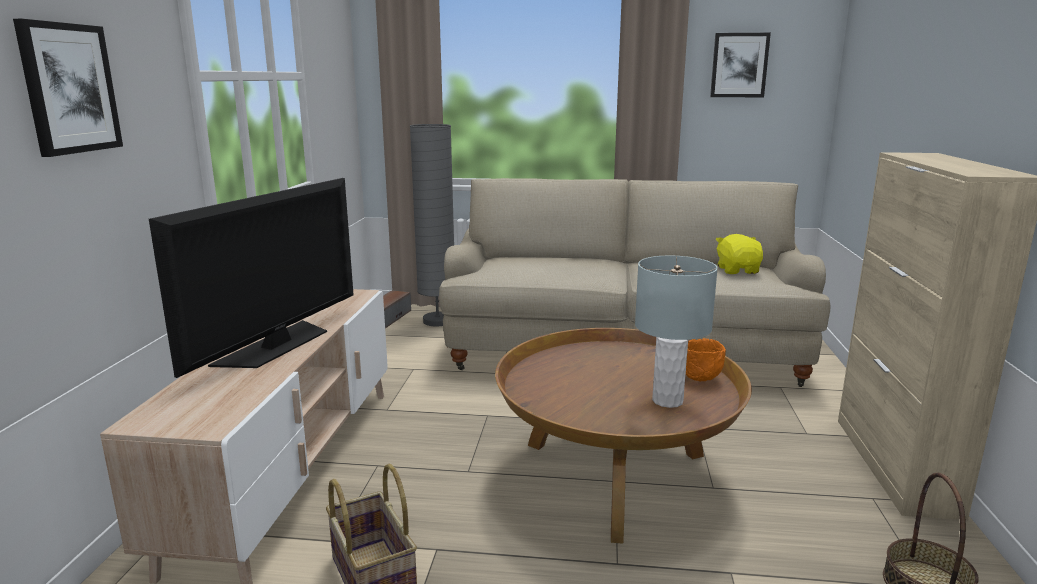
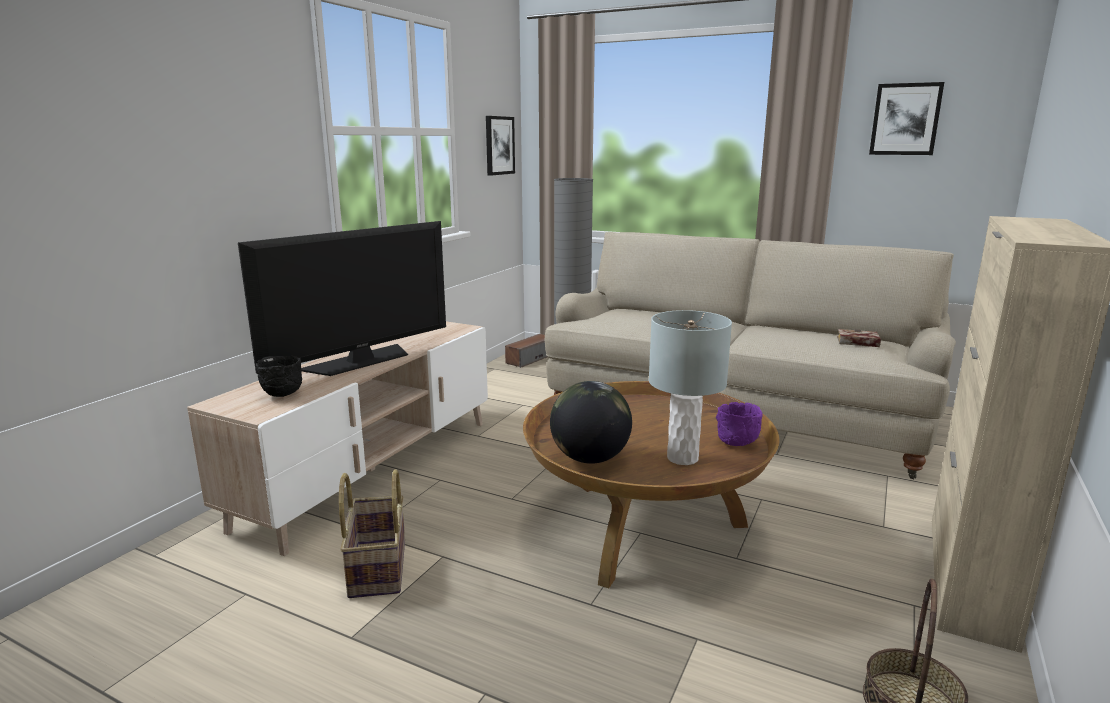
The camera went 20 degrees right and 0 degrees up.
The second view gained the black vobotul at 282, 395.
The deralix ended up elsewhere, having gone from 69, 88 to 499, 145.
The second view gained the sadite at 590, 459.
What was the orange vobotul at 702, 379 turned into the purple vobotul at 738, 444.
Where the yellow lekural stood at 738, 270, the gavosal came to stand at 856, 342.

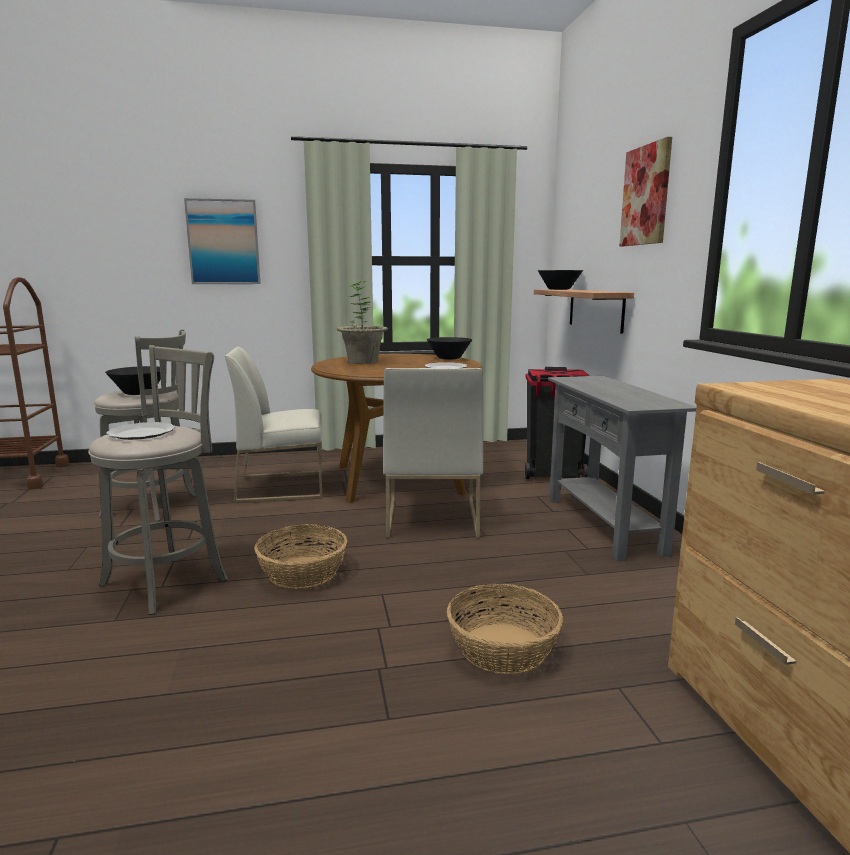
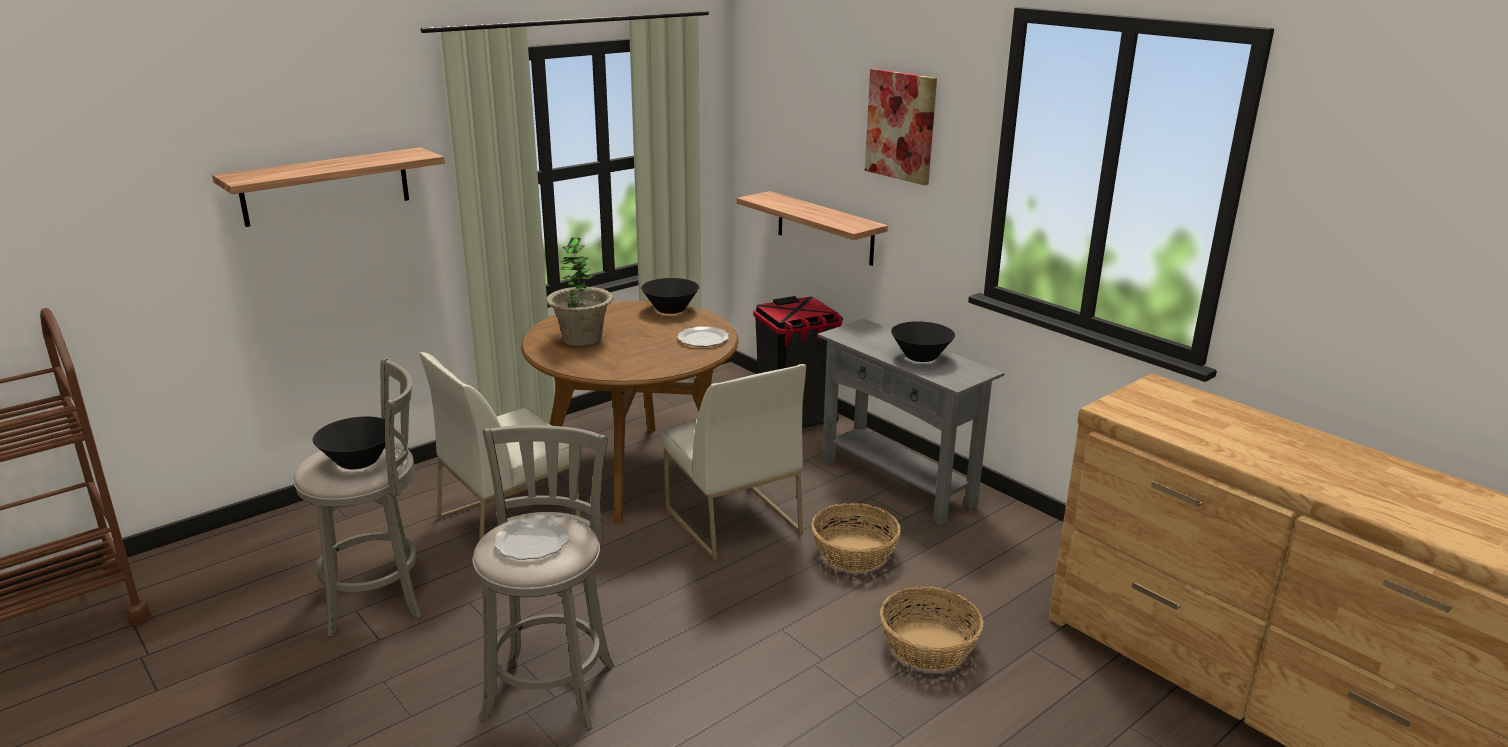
The camera went 30 degrees left and 10 degrees up.
Where the deralix hung at 223, 242, the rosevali came to hang at 326, 186.
The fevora ended up elsewhere, having gone from 302, 572 to 854, 553.
The black vobotul ended up elsewhere, having gone from 559, 289 to 920, 357.

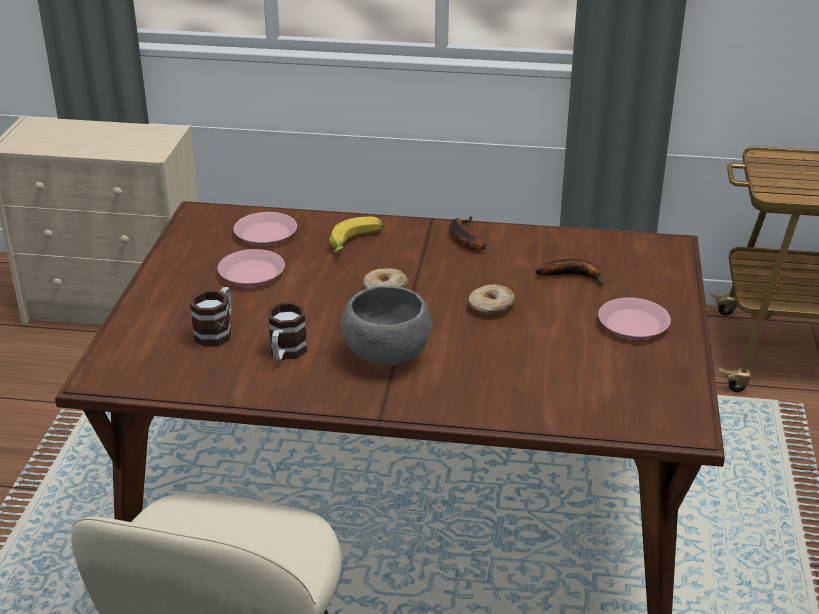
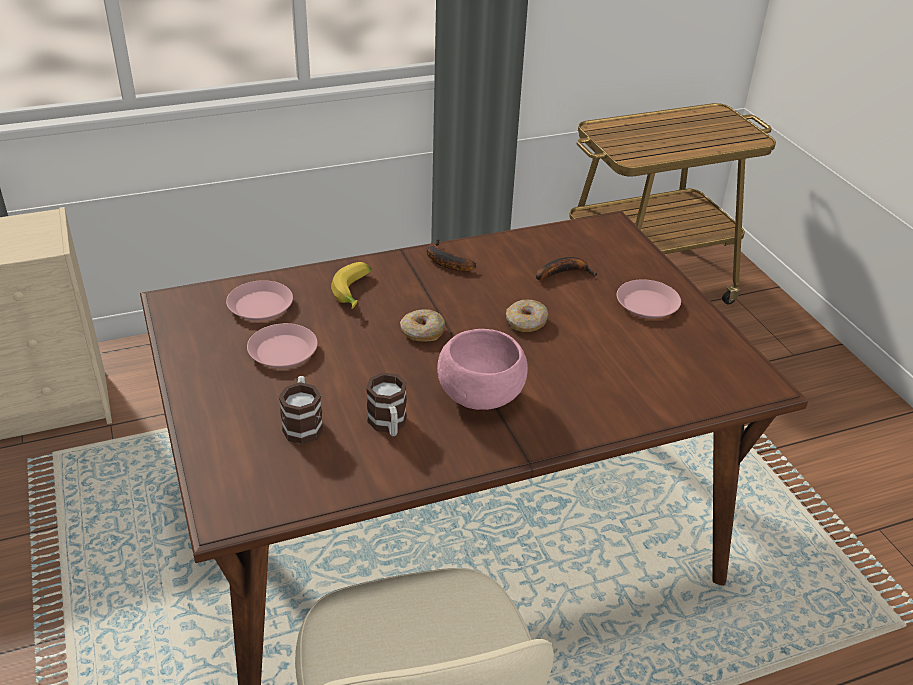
The camera went 30 degrees left and 5 degrees up.
What was the grey vobotul at 386, 355 turned into the pink vobotul at 480, 397.

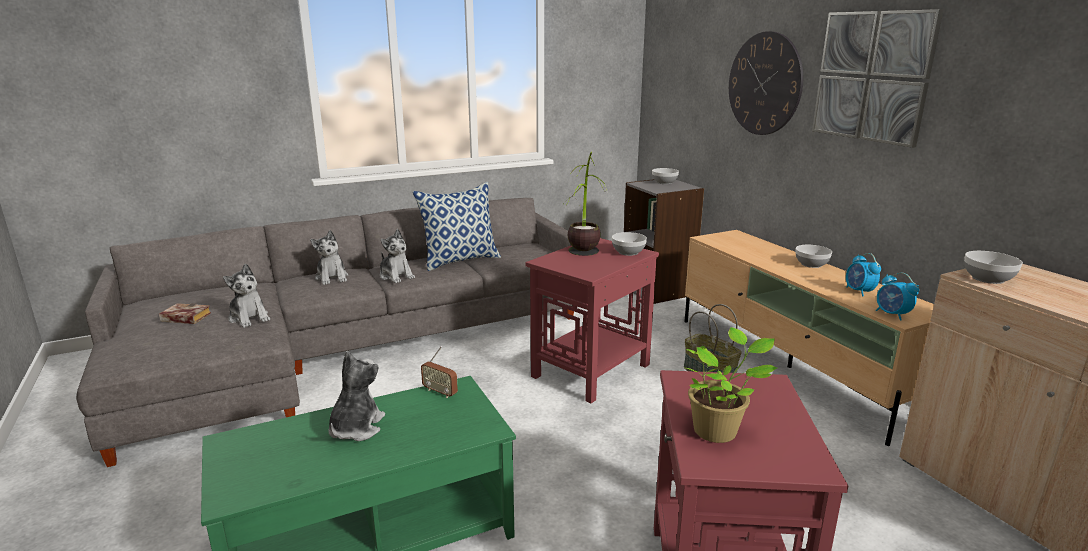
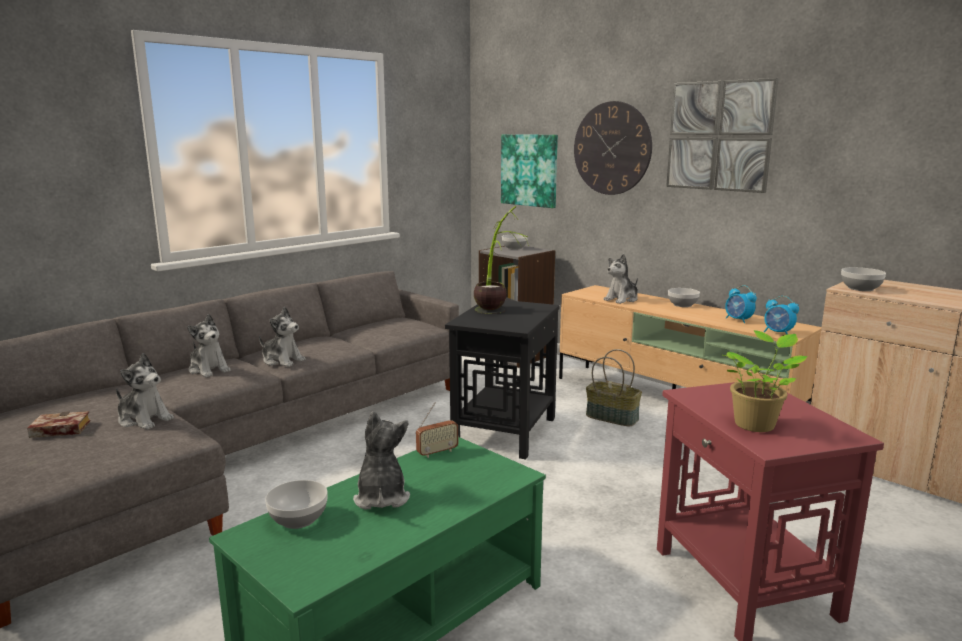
The camera went 20 degrees left and 5 degrees down.
The vobotul ended up elsewhere, having gone from 629, 252 to 299, 519.
The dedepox at 440, 392 ended up facing another way, 45 degrees counterclockwise from before.
What was the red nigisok at 590, 370 turned into the black nigisok at 504, 431.
The second view gained the deralix at 529, 170.
The second view gained the lekural at 622, 299.
The second view lost the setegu at 460, 260.

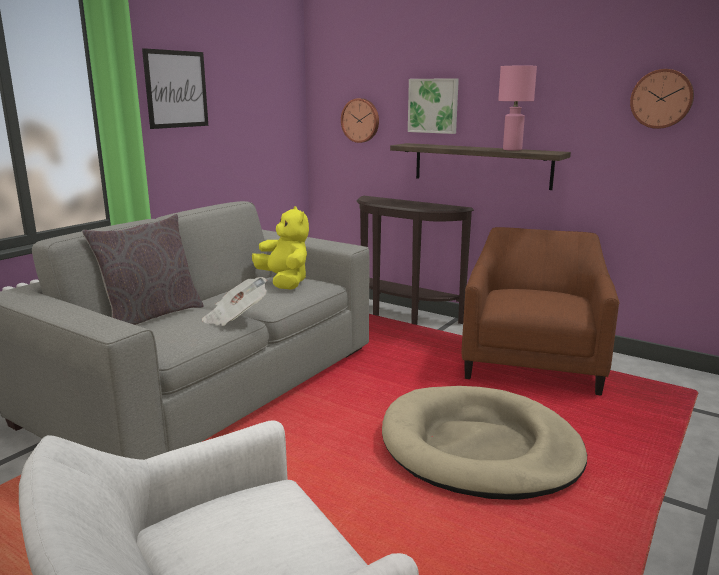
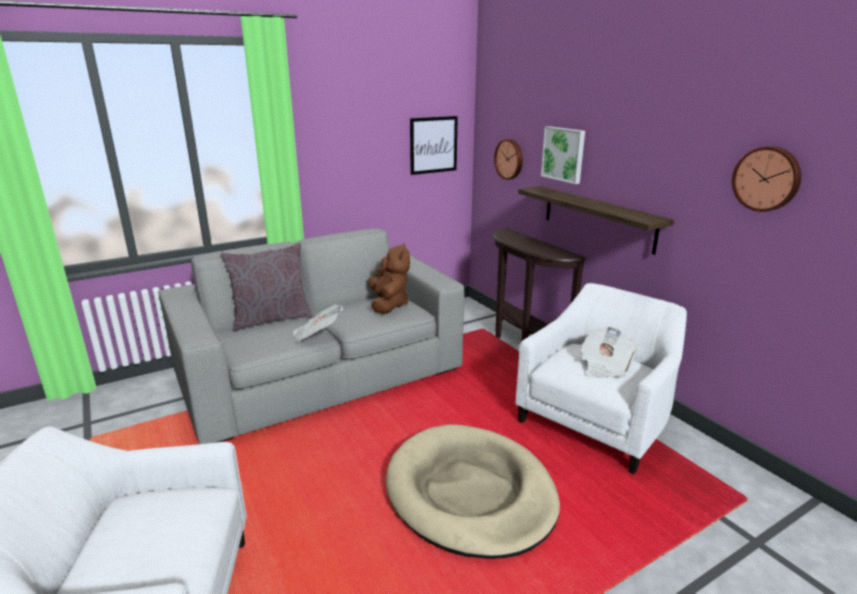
The camera went 25 degrees right and 5 degrees up.
What was the yellow lekural at 284, 282 turned into the brown lekural at 388, 305.
The deralix ended up elsewhere, having gone from 176, 89 to 433, 145.
What was the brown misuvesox at 532, 364 turned into the white misuvesox at 596, 421.
The second view gained the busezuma at 604, 366.
The second view lost the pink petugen at 512, 149.

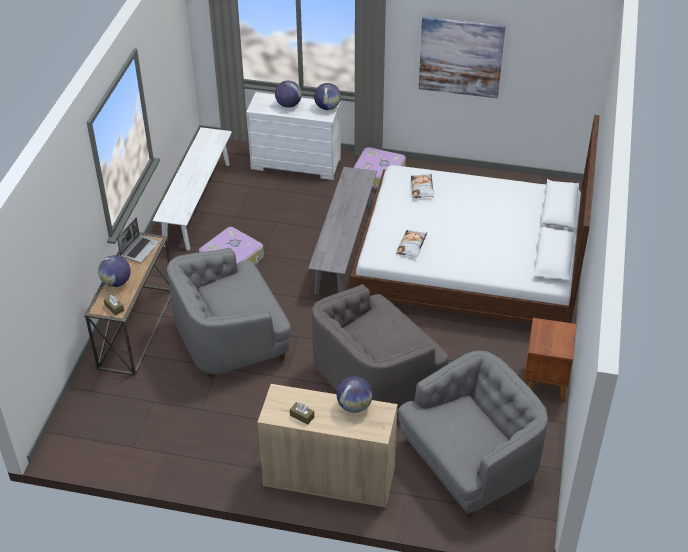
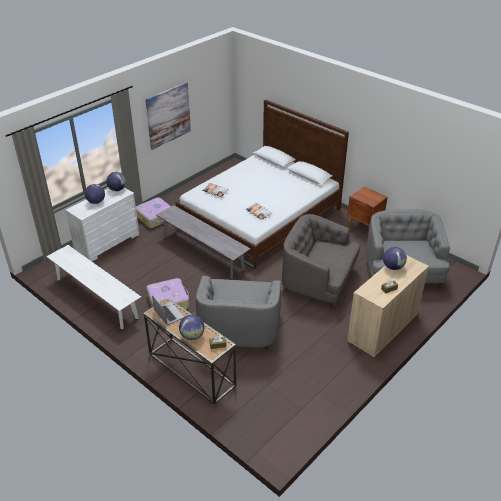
The camera went 60 degrees left and 5 degrees down.
The grey misuvesox at 376, 377 ended up facing another way, 120 degrees clockwise from before.

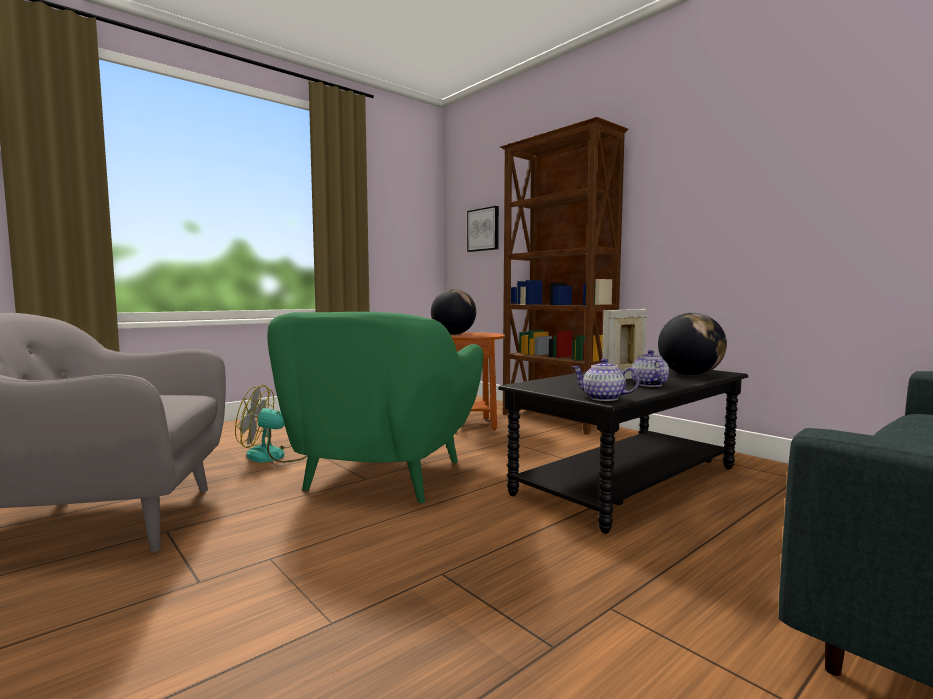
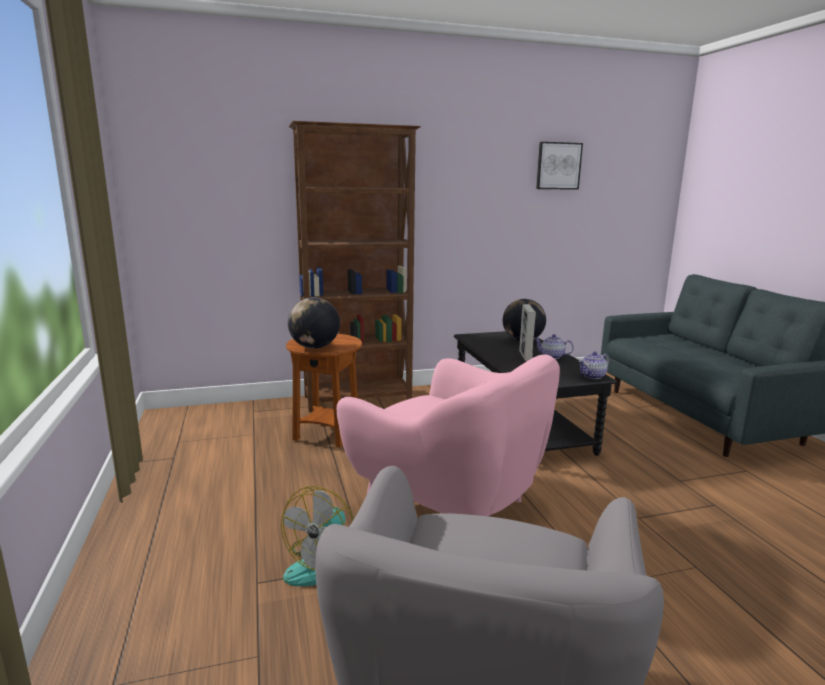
The camera went 65 degrees left and 10 degrees up.
What was the green misuvesox at 383, 476 turned into the pink misuvesox at 448, 507.
The deralix ended up elsewhere, having gone from 483, 229 to 558, 166.

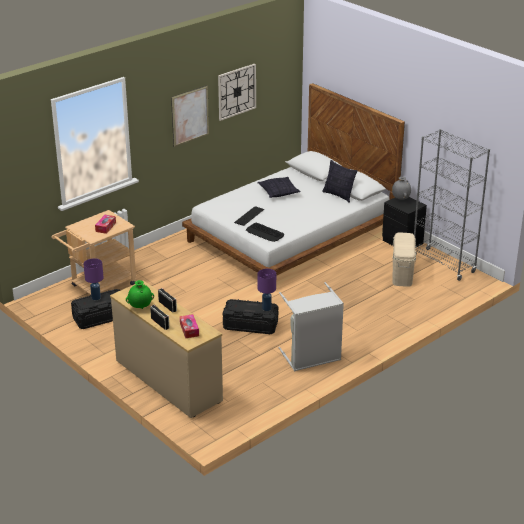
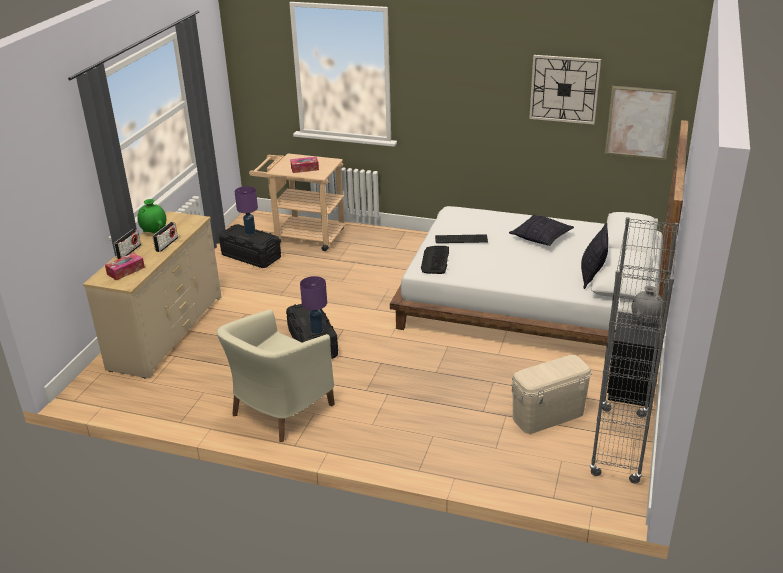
The camera went 60 degrees right and 0 degrees up.
Where the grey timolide stood at 312, 358, the beige misuvesox came to stand at 279, 410.
The deralix ended up elsewhere, having gone from 190, 116 to 639, 122.

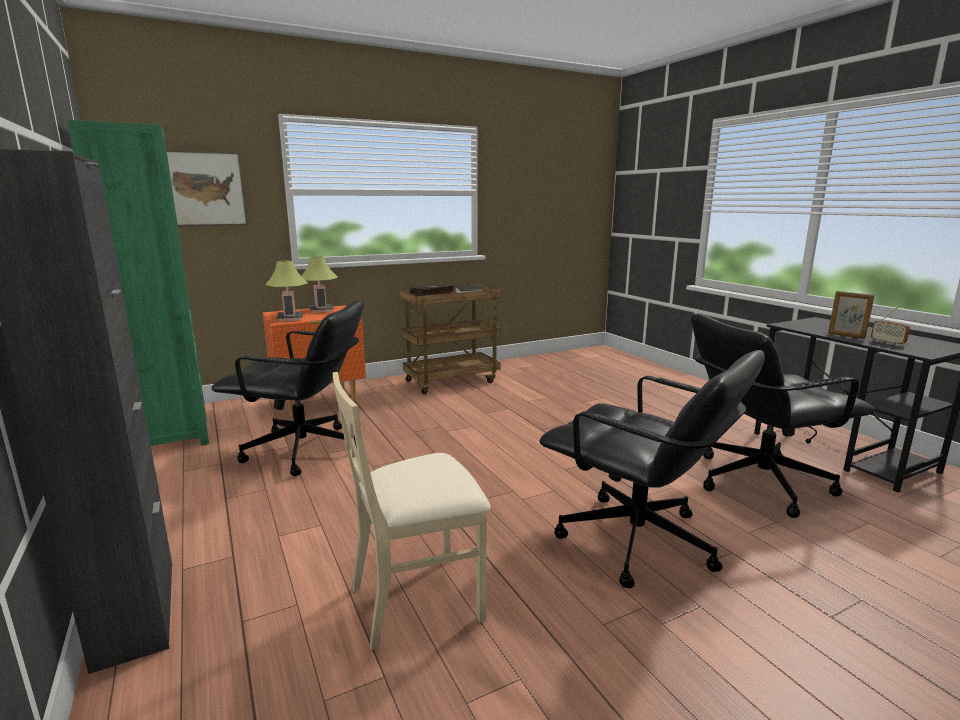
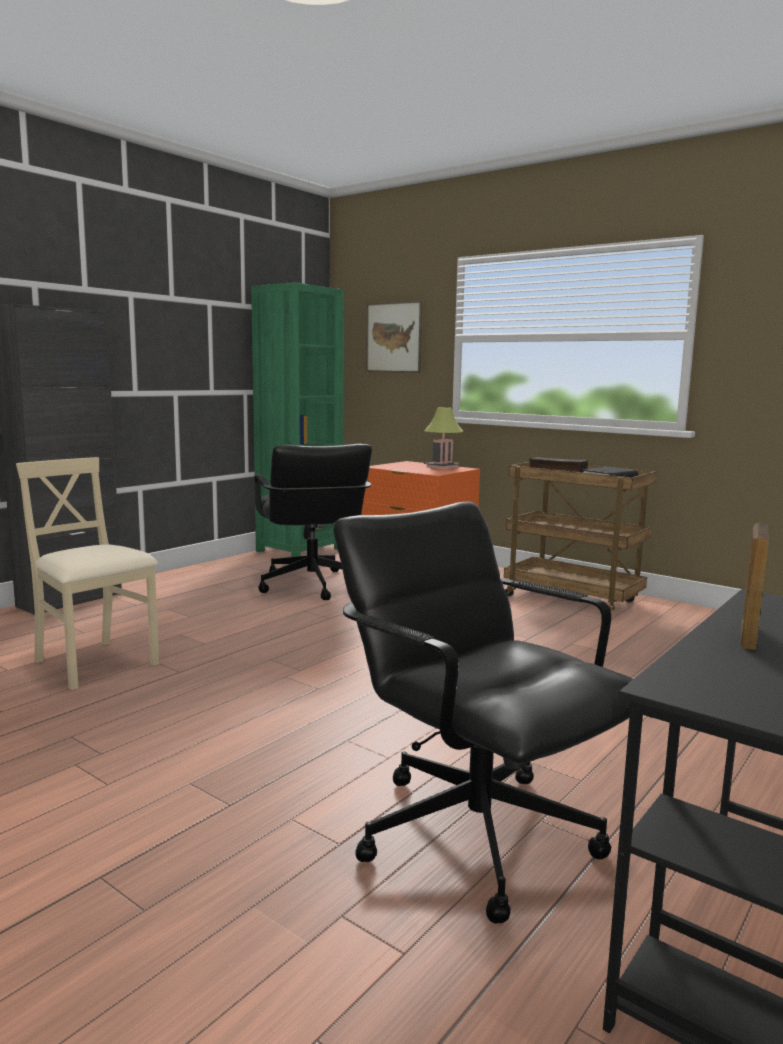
The camera went 65 degrees right and 5 degrees down.
The second view lost the petugen at 290, 318.
The second view lost the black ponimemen at 637, 542.
The second view lost the dedepox at 887, 343.

